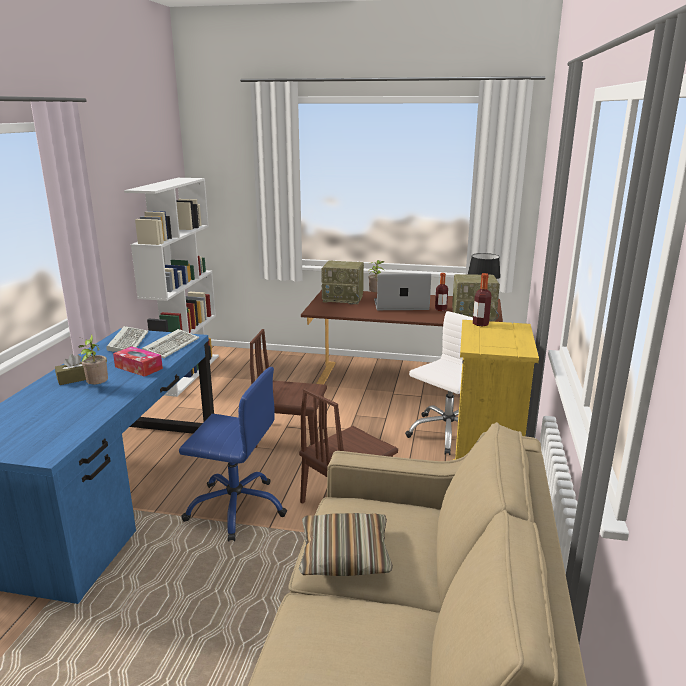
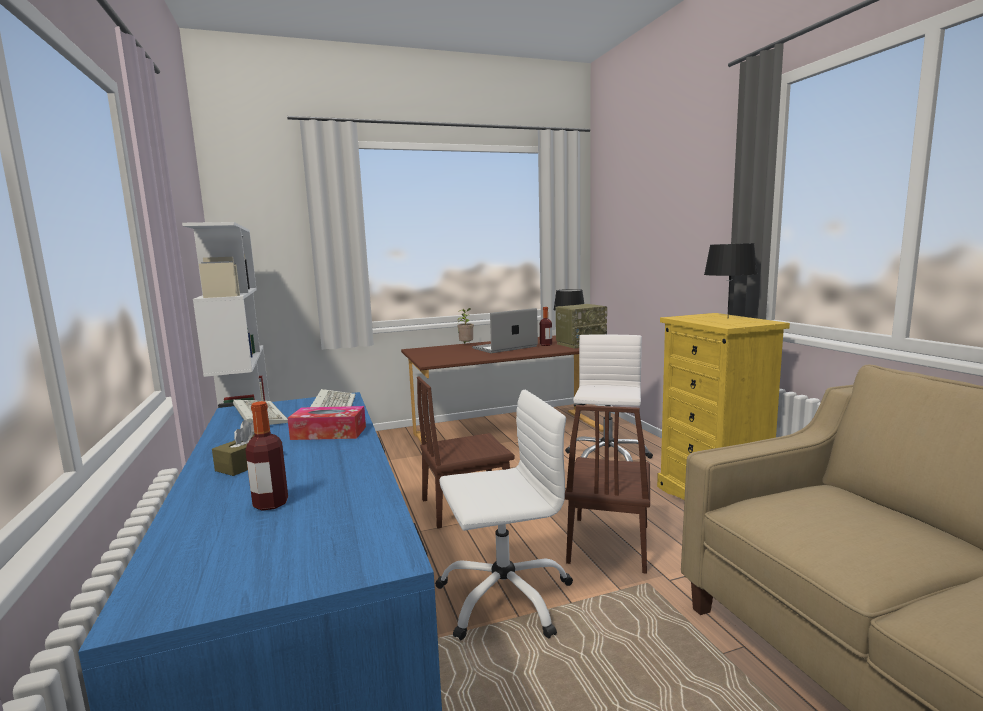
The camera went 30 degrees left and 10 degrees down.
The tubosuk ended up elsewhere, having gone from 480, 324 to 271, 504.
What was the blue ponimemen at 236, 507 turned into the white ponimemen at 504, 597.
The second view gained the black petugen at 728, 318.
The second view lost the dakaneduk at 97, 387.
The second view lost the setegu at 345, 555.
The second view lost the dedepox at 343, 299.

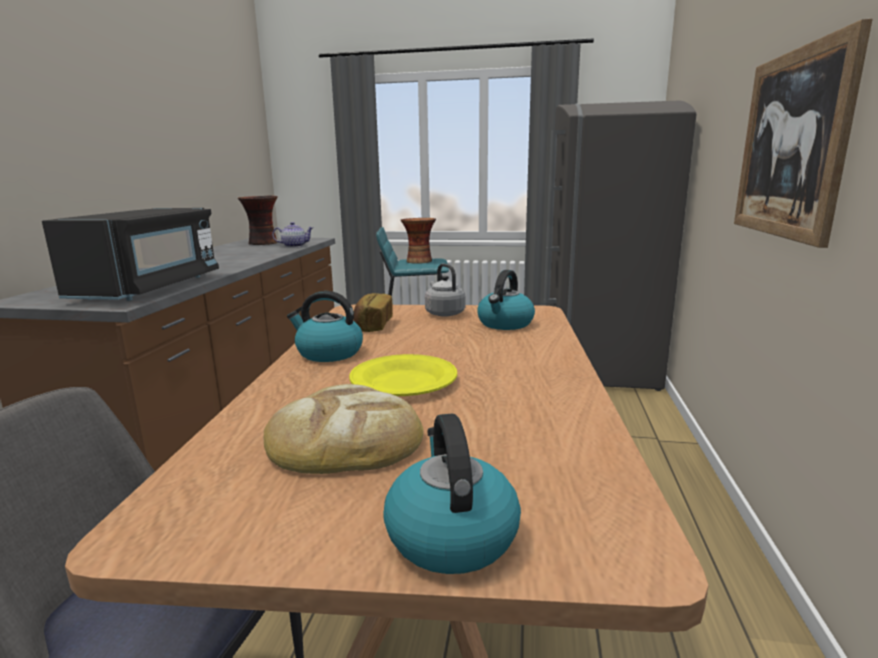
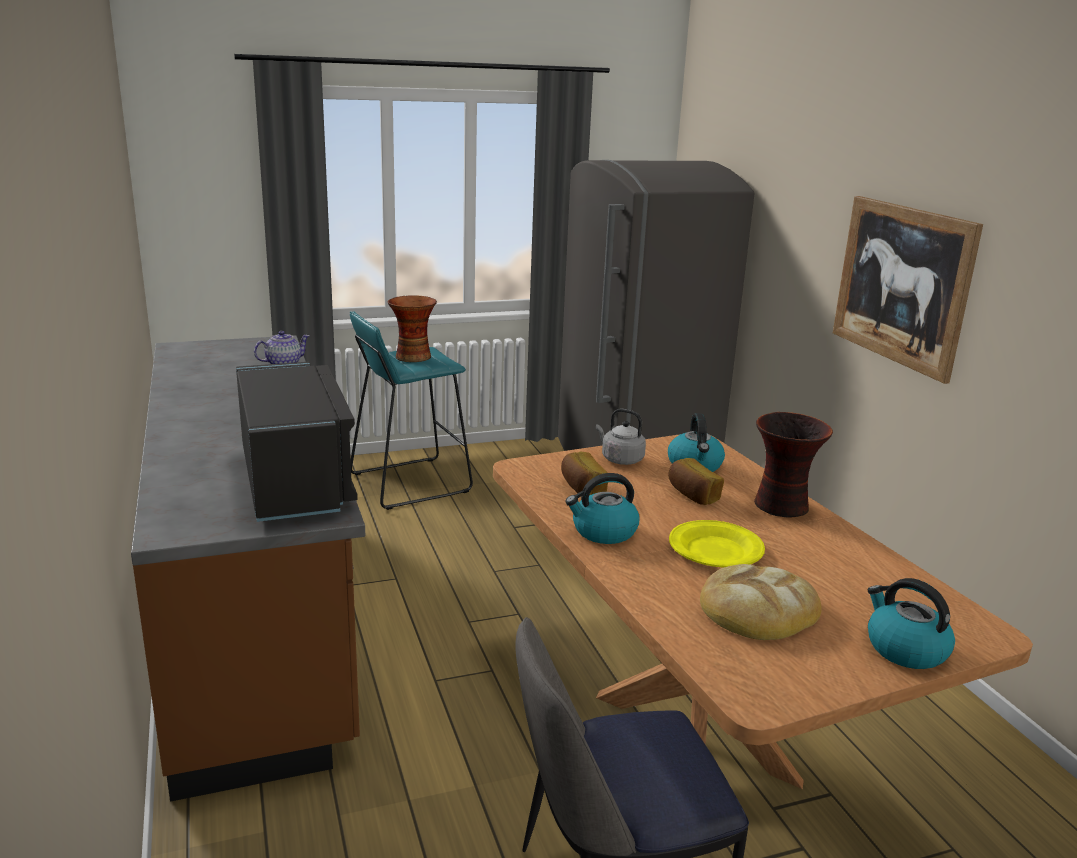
The camera went 30 degrees left and 5 degrees up.
The second view gained the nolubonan at 692, 495.
The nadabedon ended up elsewhere, having gone from 263, 243 to 782, 506.

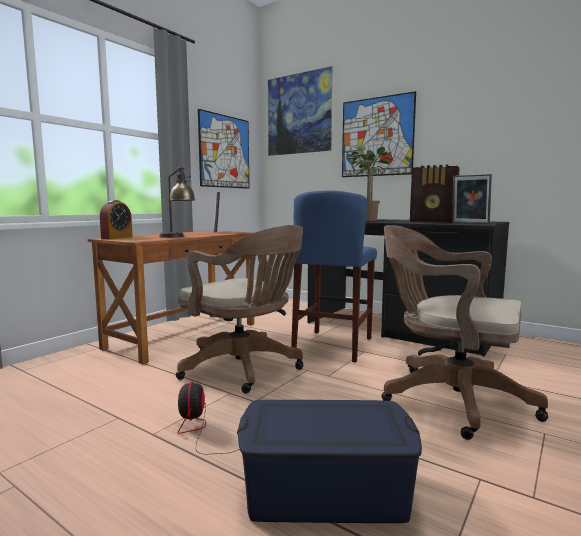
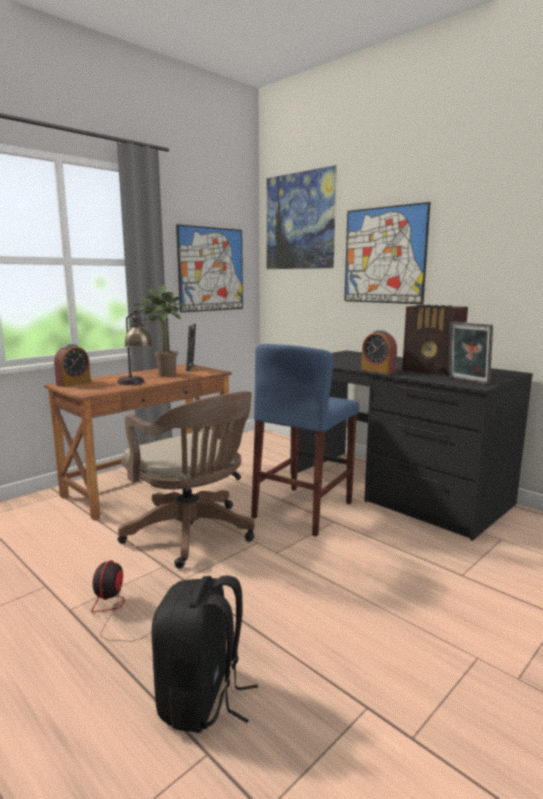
The camera went 10 degrees right and 5 degrees up.
The dakaneduk ended up elsewhere, having gone from 366, 220 to 164, 374.
Where the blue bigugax stood at 326, 491, the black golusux came to stand at 202, 699.
The second view gained the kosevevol at 378, 371.
The second view lost the brown ponimemen at 448, 398.

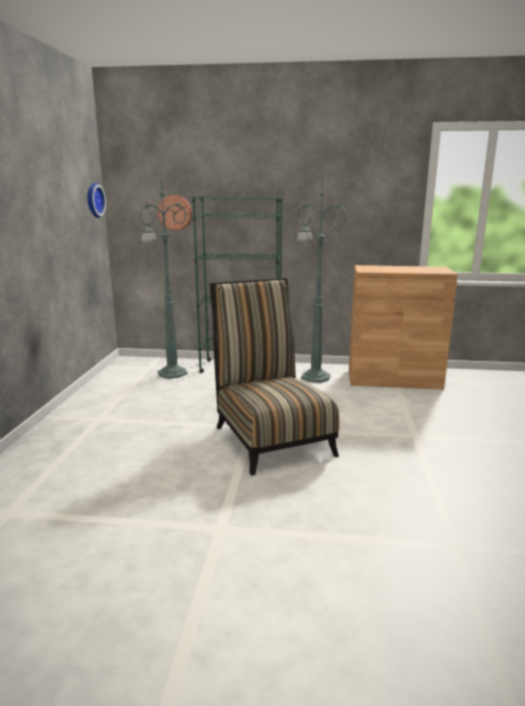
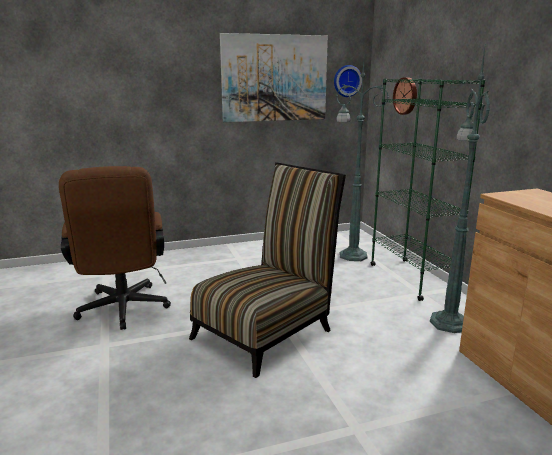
The camera went 65 degrees right and 0 degrees up.
The second view gained the brown ponimemen at 123, 311.
The second view gained the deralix at 274, 78.

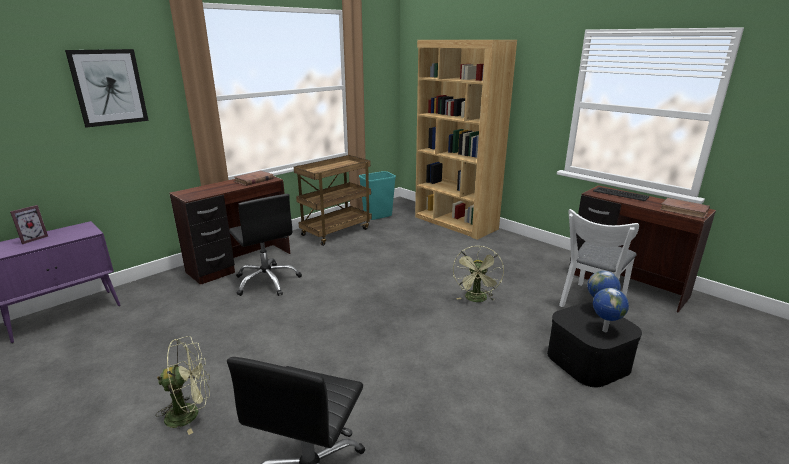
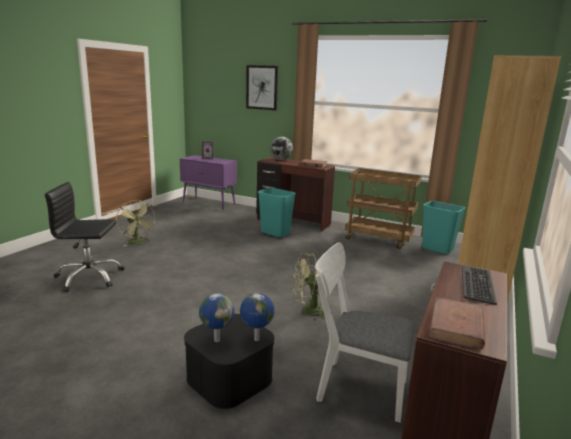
The camera went 70 degrees right and 5 degrees down.
Where the black ponimemen stood at 267, 281, the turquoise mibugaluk came to stand at 274, 233.
The second view gained the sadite at 281, 159.

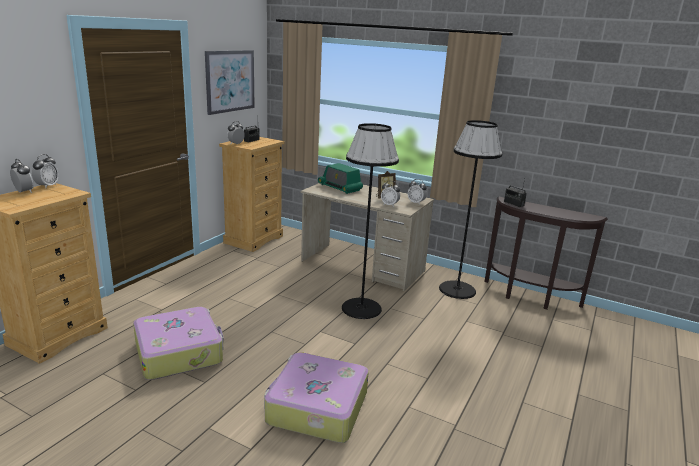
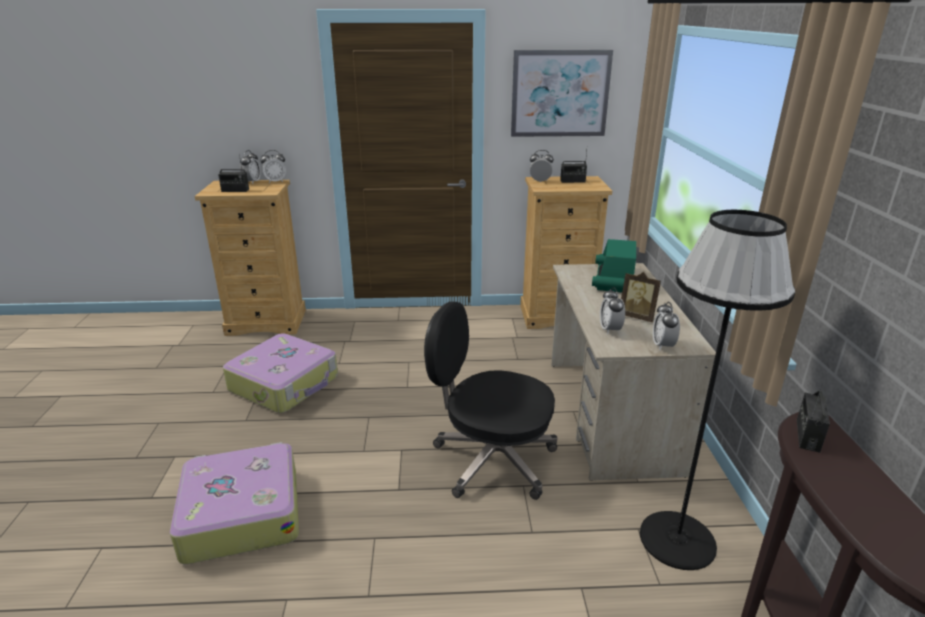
The camera went 60 degrees right and 5 degrees up.
The second view gained the dedepox at 235, 190.
Where the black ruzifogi stood at 361, 308, the black ponimemen came to stand at 491, 459.

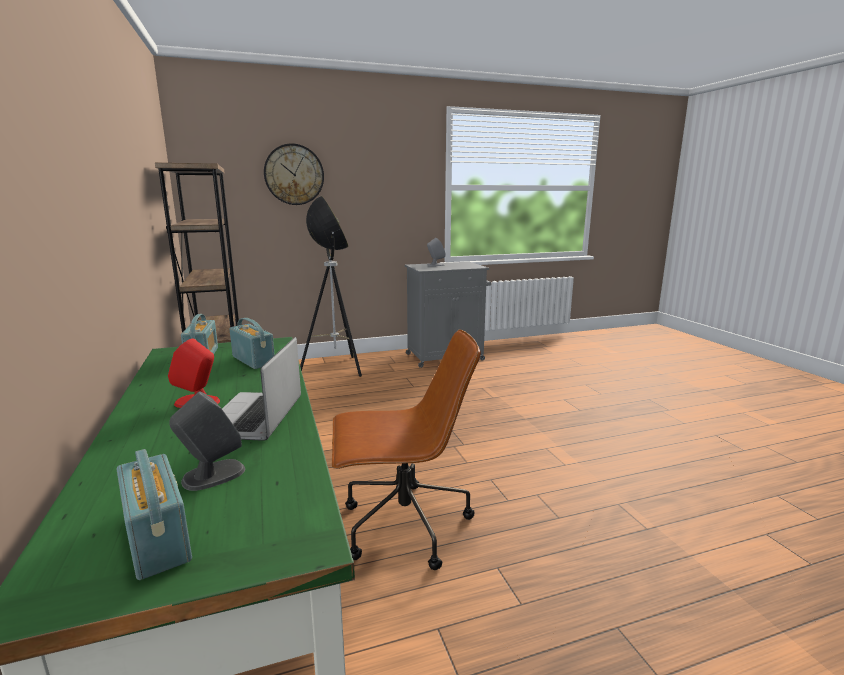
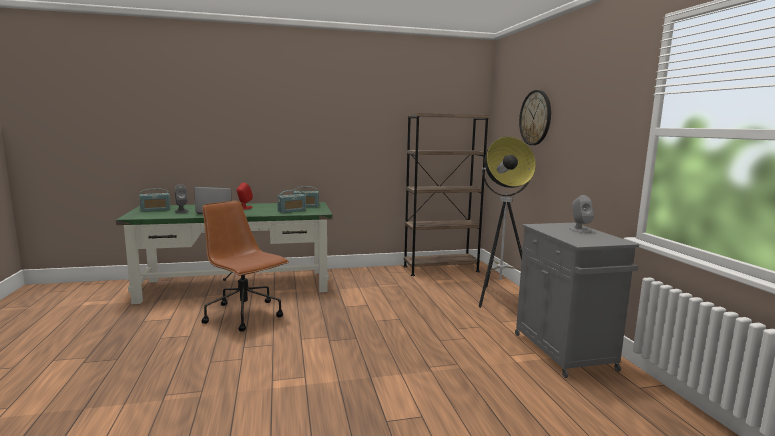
The camera went 95 degrees right and 5 degrees down.
The brown ponimemen at 403, 526 ended up facing another way, 135 degrees clockwise from before.

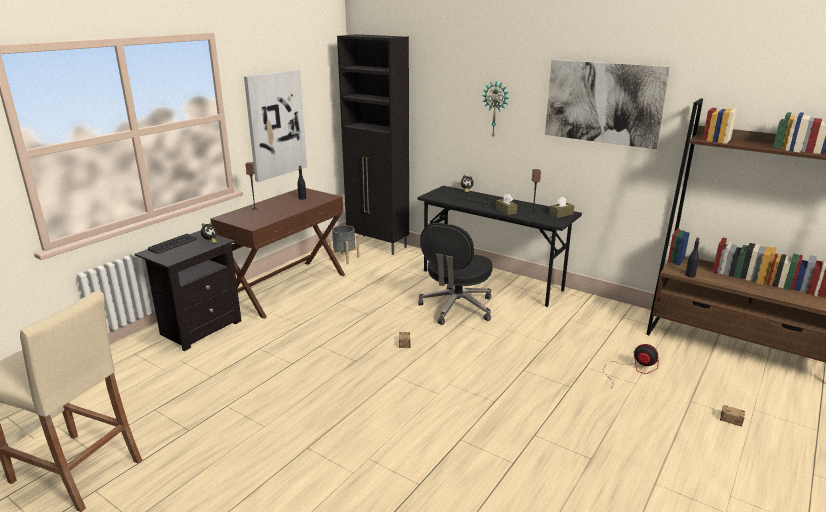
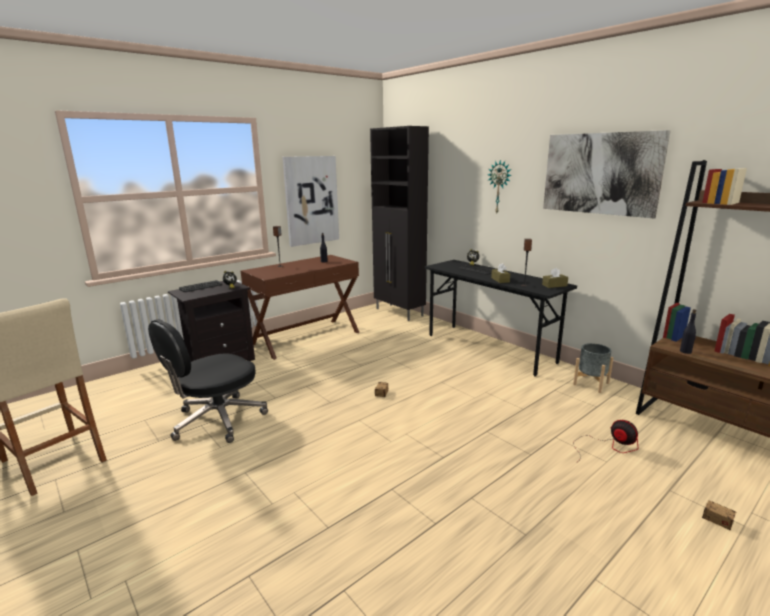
The camera went 15 degrees right and 5 degrees down.
The black ponimemen ended up elsewhere, having gone from 456, 308 to 217, 420.
The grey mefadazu ended up elsewhere, having gone from 344, 258 to 591, 384.

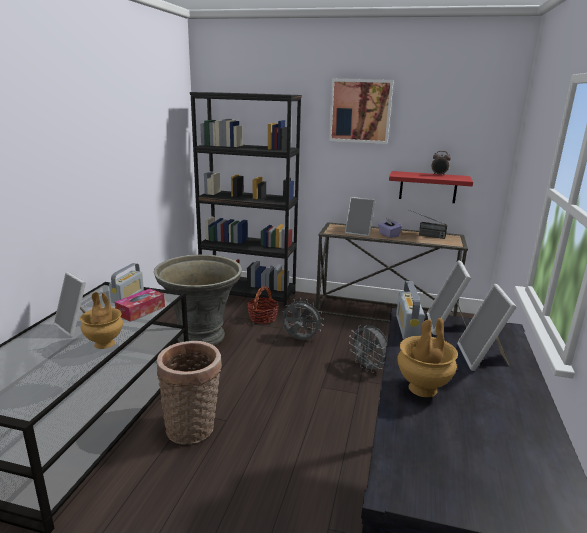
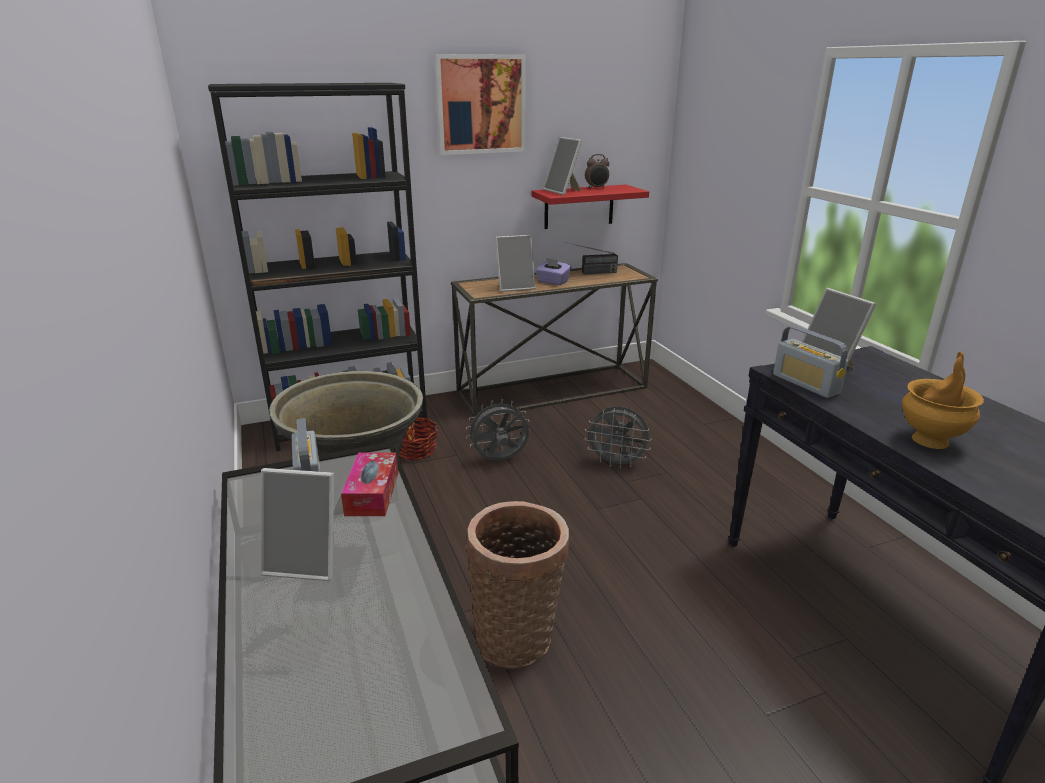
The camera went 35 degrees left and 5 degrees up.
The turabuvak ended up elsewhere, having gone from 482, 358 to 564, 191.
The second view lost the brown nadabedon at 105, 343.

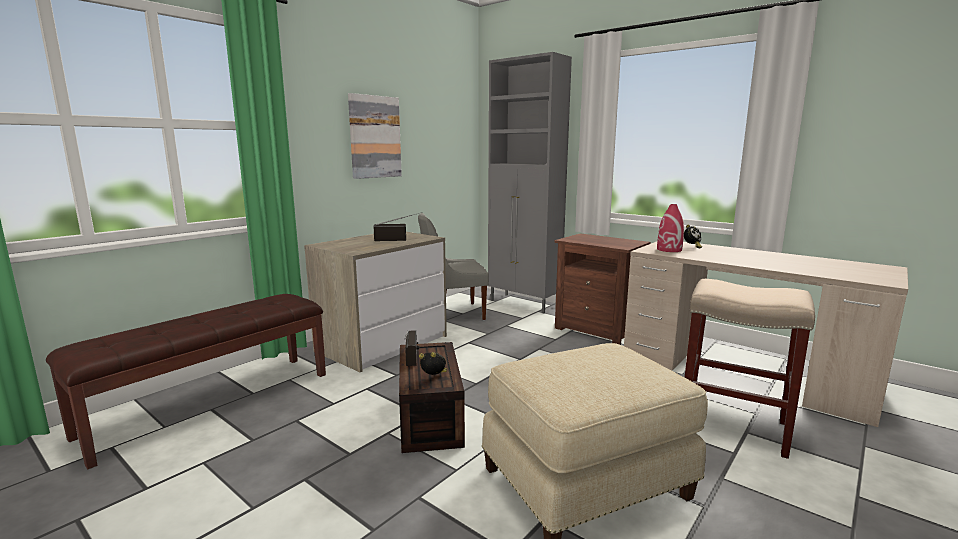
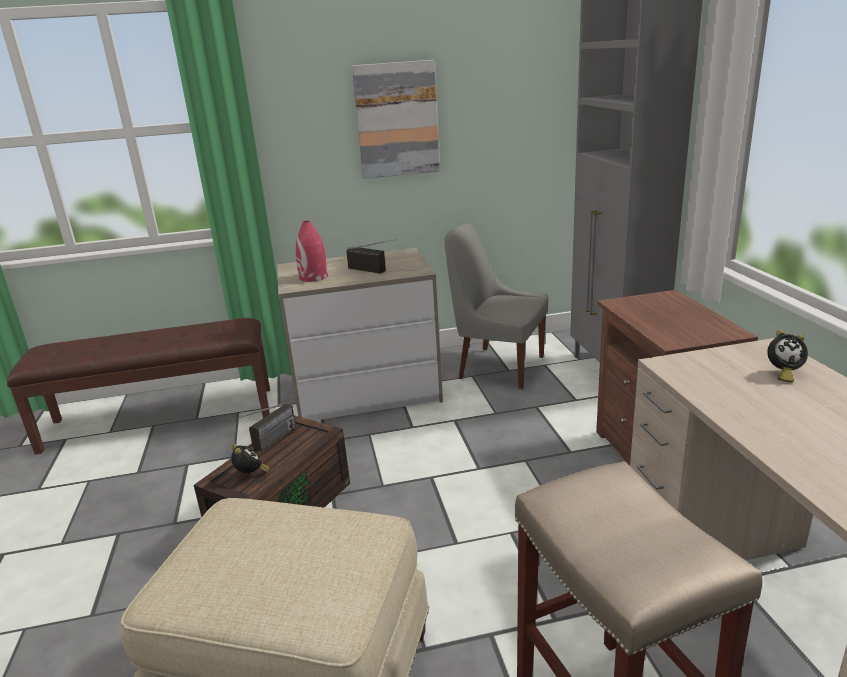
The camera went 40 degrees right and 10 degrees up.
The red nadabedon ended up elsewhere, having gone from 669, 250 to 313, 277.

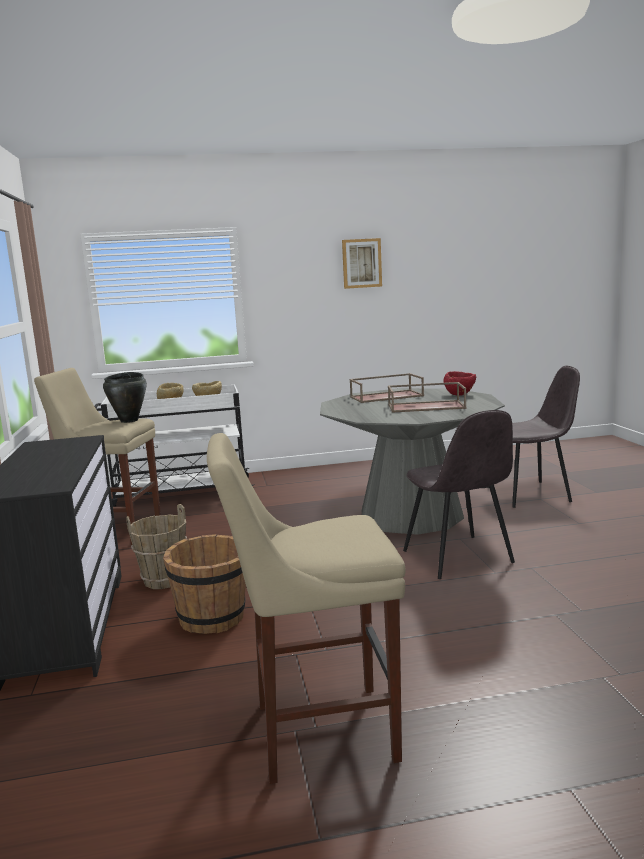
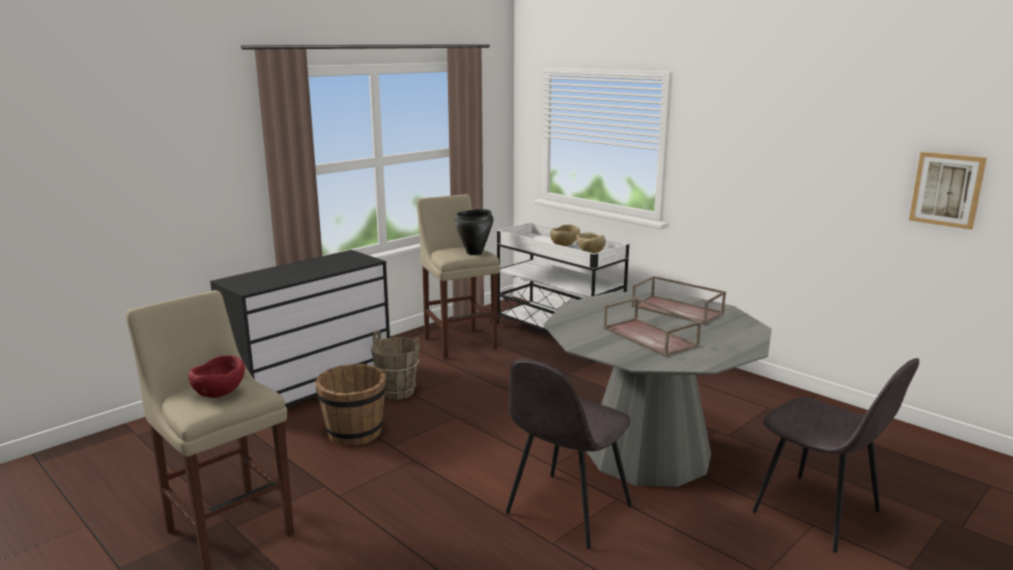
The camera went 55 degrees right and 5 degrees up.
The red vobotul ended up elsewhere, having gone from 460, 394 to 220, 395.
The deralix ended up elsewhere, having gone from 361, 263 to 947, 189.

